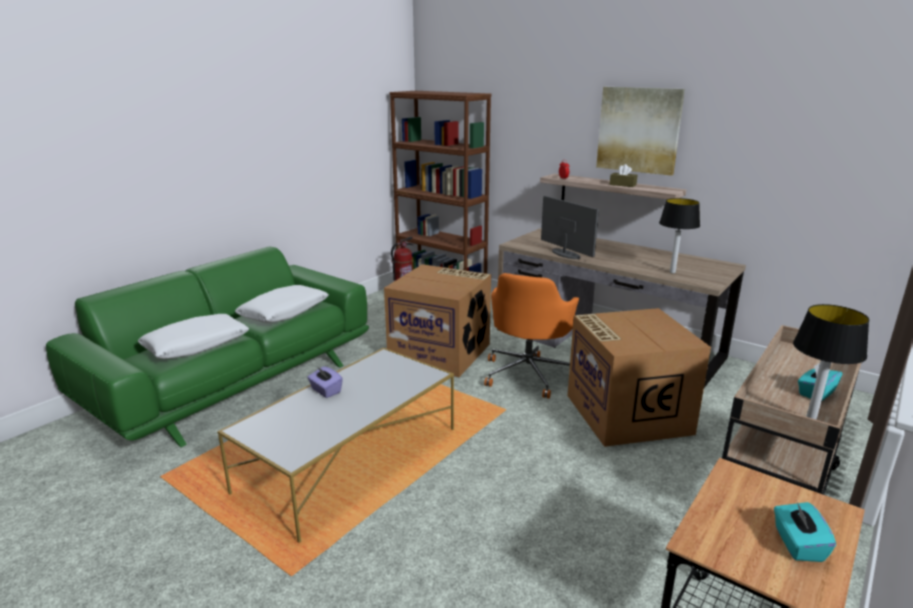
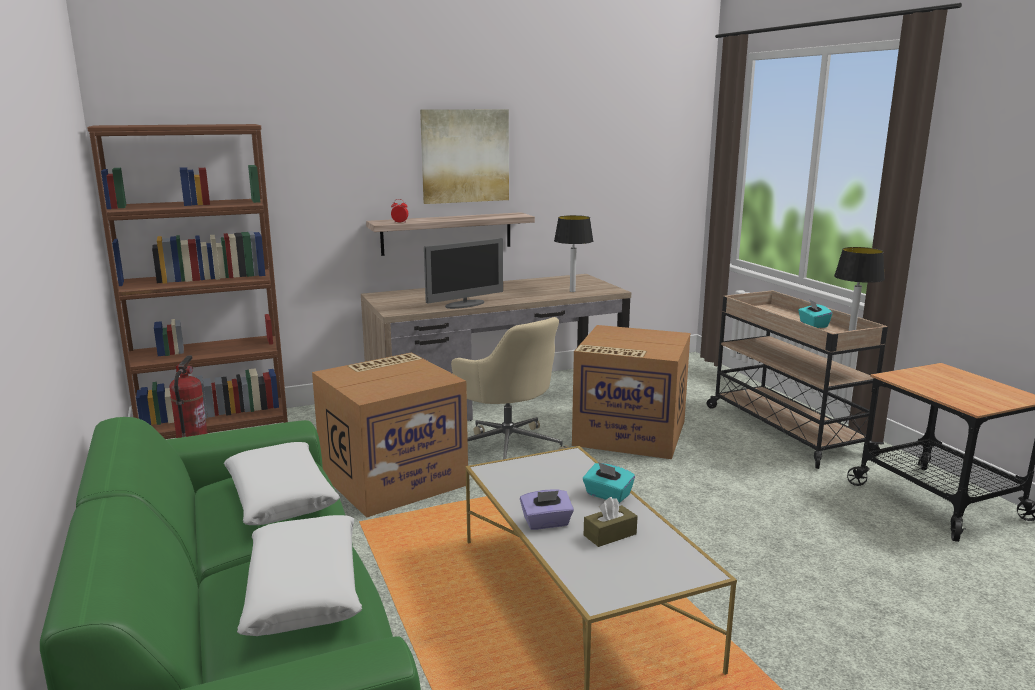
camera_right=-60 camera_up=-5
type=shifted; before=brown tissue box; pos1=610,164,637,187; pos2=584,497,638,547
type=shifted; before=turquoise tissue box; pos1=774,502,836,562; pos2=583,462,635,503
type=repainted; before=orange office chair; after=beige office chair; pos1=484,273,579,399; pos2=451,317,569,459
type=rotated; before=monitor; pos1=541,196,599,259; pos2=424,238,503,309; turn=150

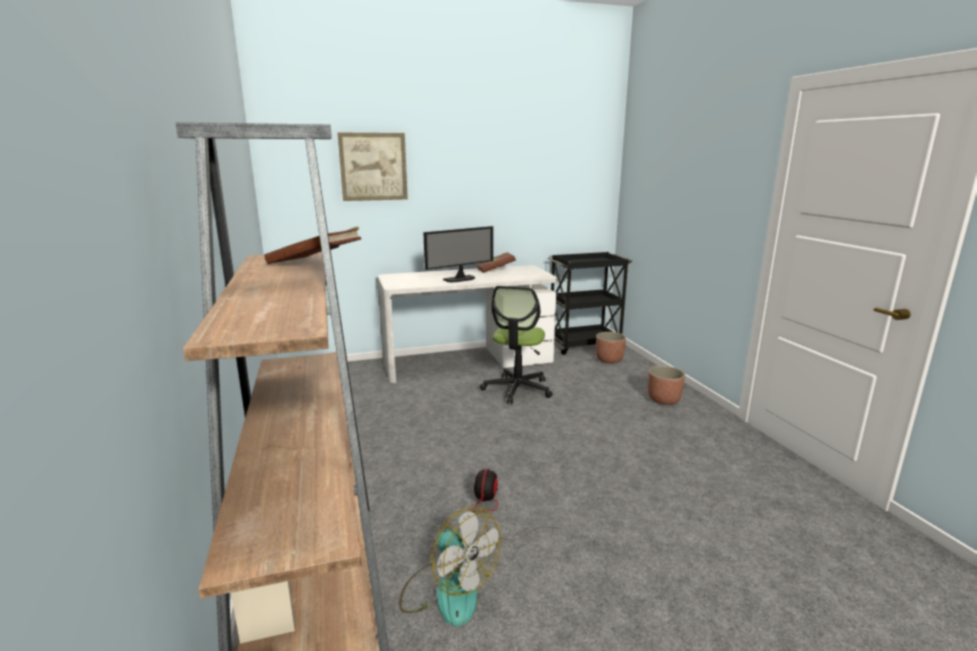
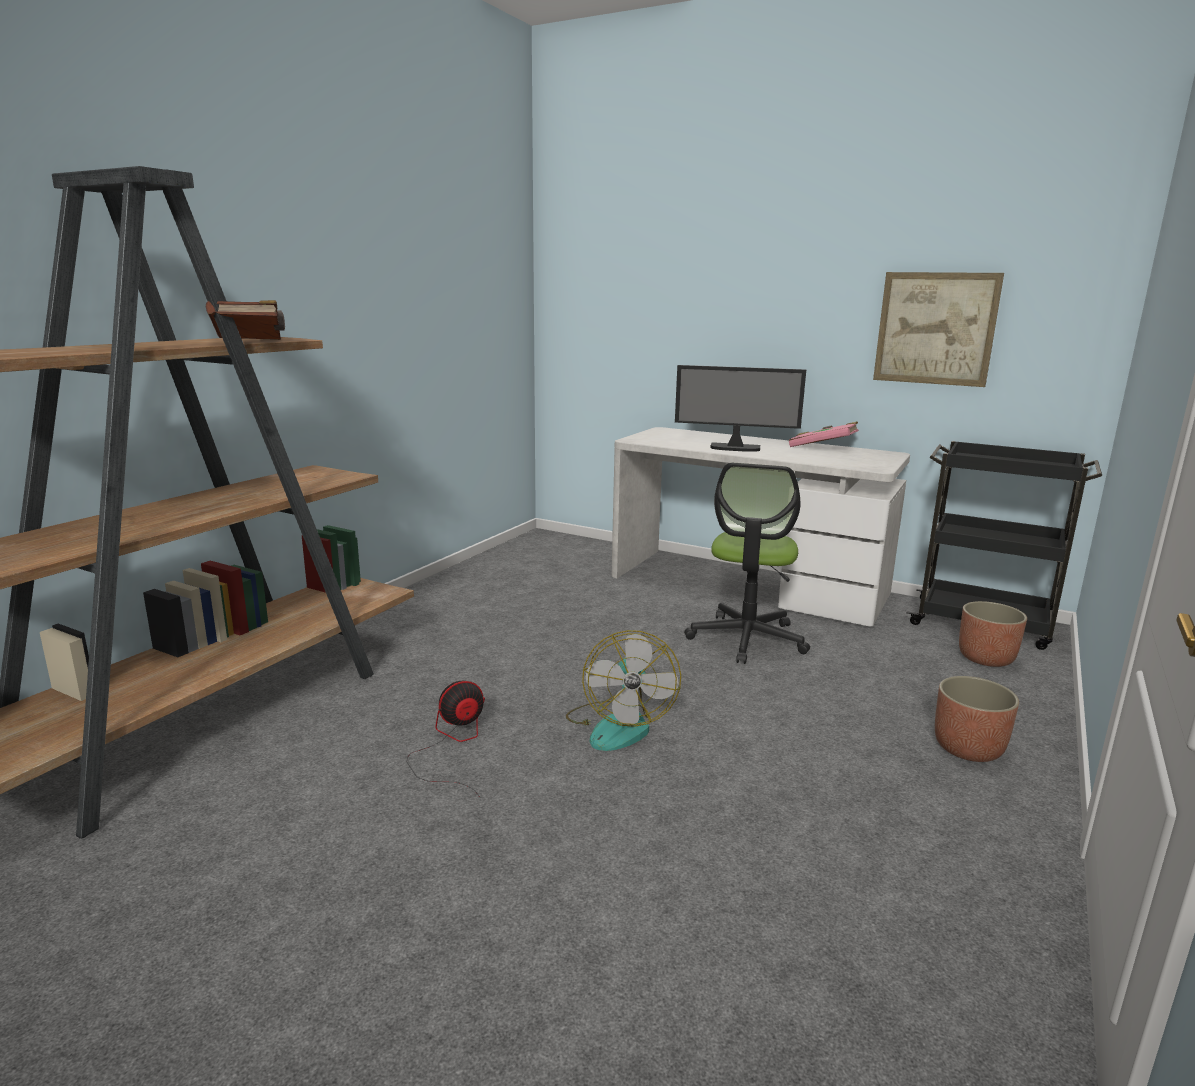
camera_right=45 camera_up=0
type=shifted; before=picture; pos1=338,132,408,201; pos2=873,272,1004,387
type=shifted; before=fan; pos1=399,506,501,626; pos2=566,630,681,751
type=repainted; before=brown book; after=pink book; pos1=476,252,516,273; pos2=789,421,859,447
type=rotated; before=office chair; pos1=480,286,553,404; pos2=684,463,810,664; turn=-45

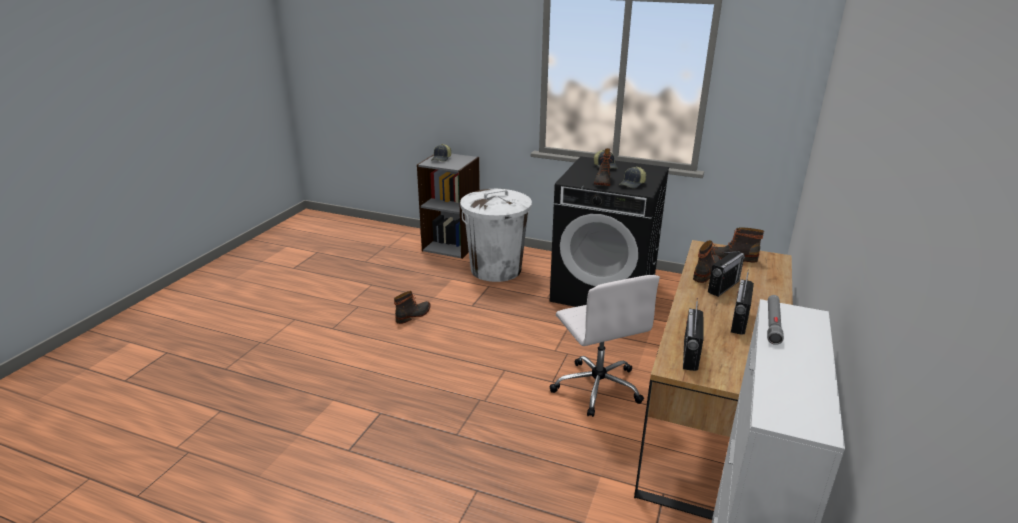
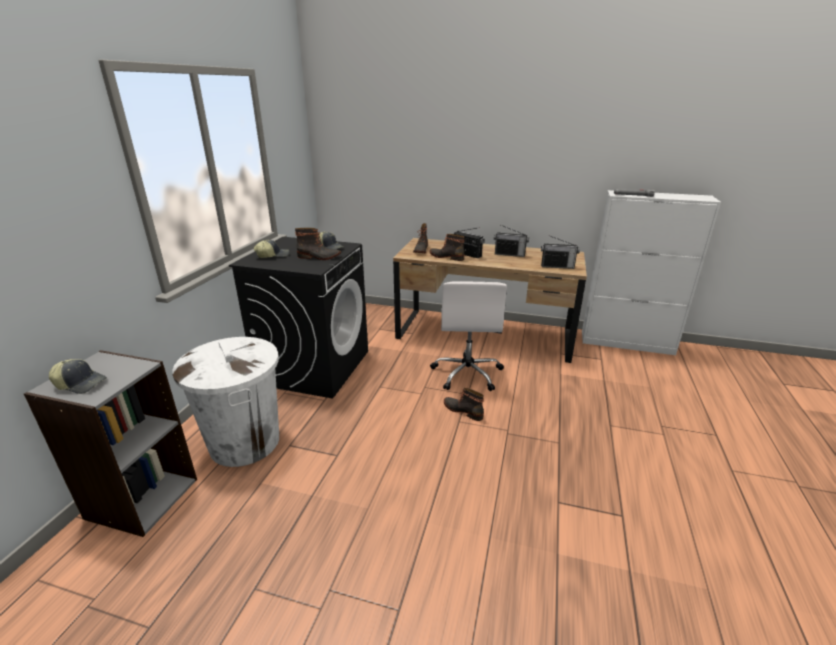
camera_right=-95 camera_up=0
type=shifted; before=boot; pos1=394,291,431,324; pos2=444,388,484,421
type=rotated; before=white office chair; pos1=549,275,660,417; pos2=430,281,507,391; turn=120

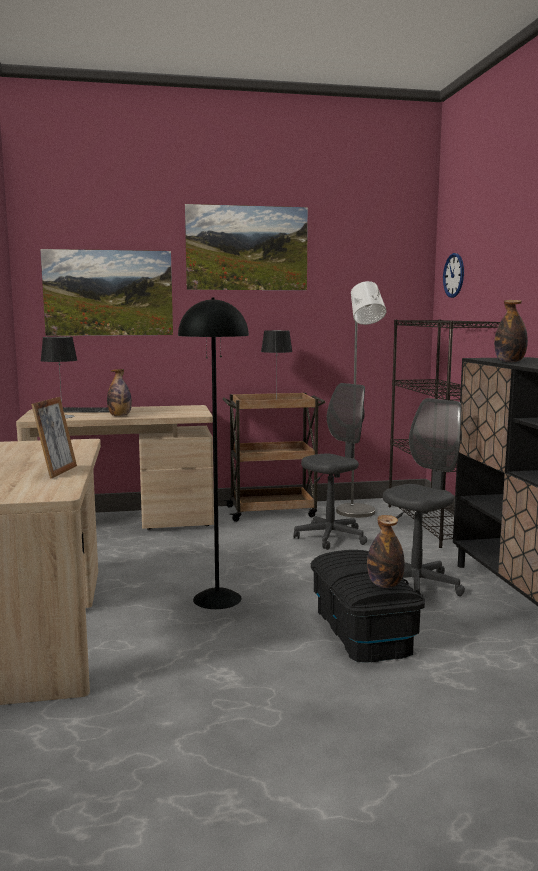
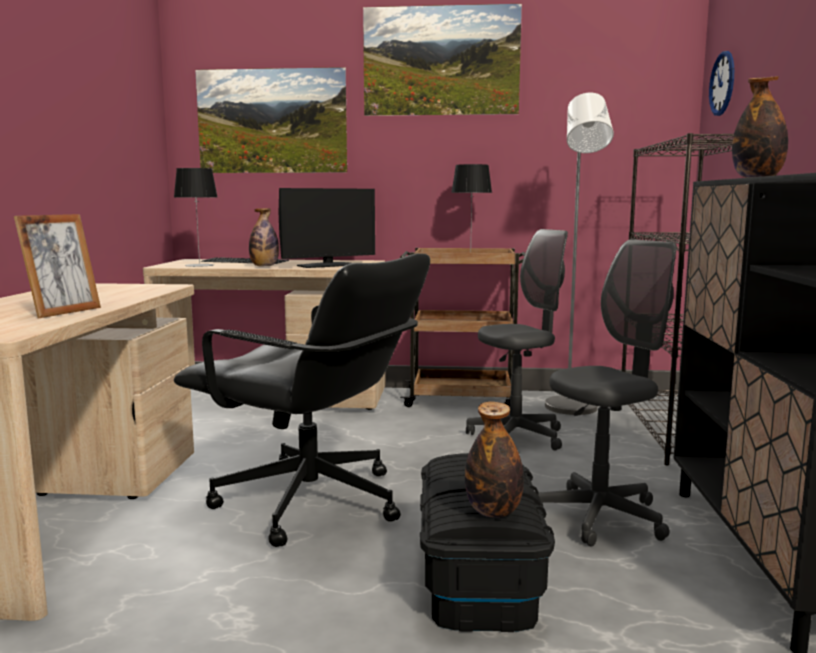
camera_right=15 camera_up=0
type=new; after=monitor; pos2=279,188,375,268
type=swapped; before=black floor lamp; after=black office chair; pos1=178,297,249,609; pos2=174,253,430,547

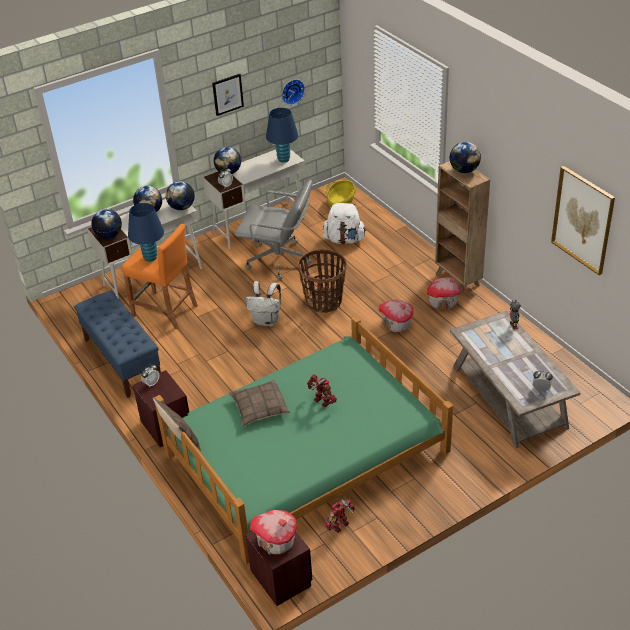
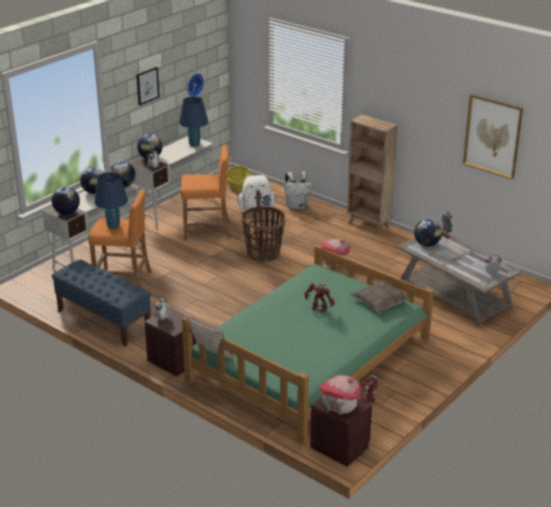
camera_right=-20 camera_up=-10
type=gone; before=toy house; pos1=427,278,461,310
type=shifted; before=pillow; pos1=229,379,290,426; pos2=350,280,411,313
type=shifted; before=white backpack; pos1=246,281,281,326; pos2=285,171,313,209
type=shifted; before=globe; pos1=449,142,481,173; pos2=414,219,442,247
type=swapped; before=grey office chair; after=orange stool; pos1=235,180,313,280; pos2=181,144,230,240

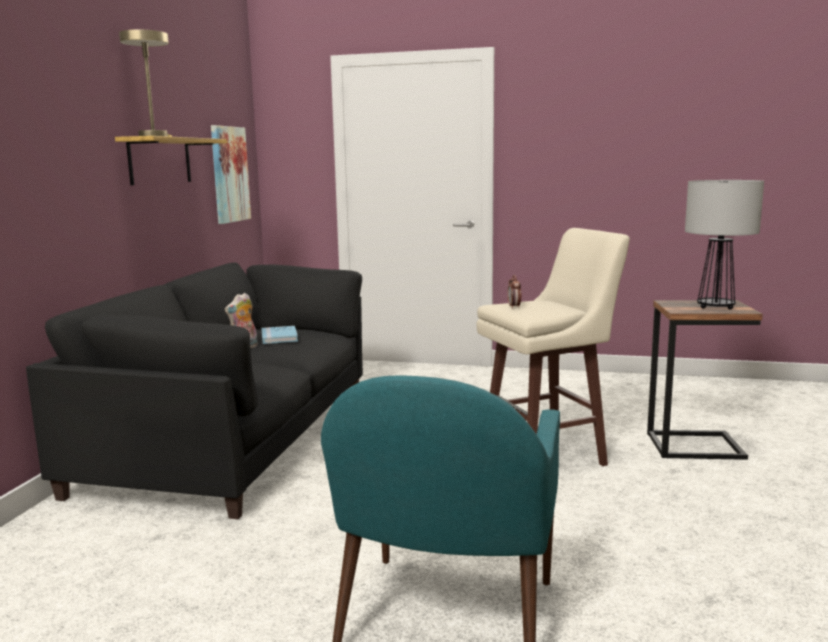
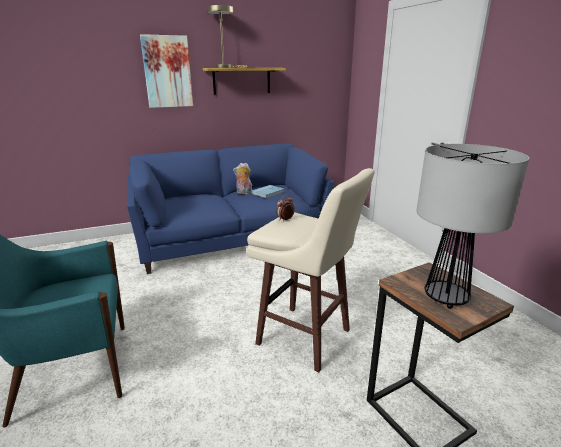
camera_right=55 camera_up=10
type=shifted; before=picture; pos1=211,125,251,224; pos2=140,34,193,108
type=repainted; before=black sofa; after=blue sofa; pos1=26,262,363,519; pos2=127,143,334,274

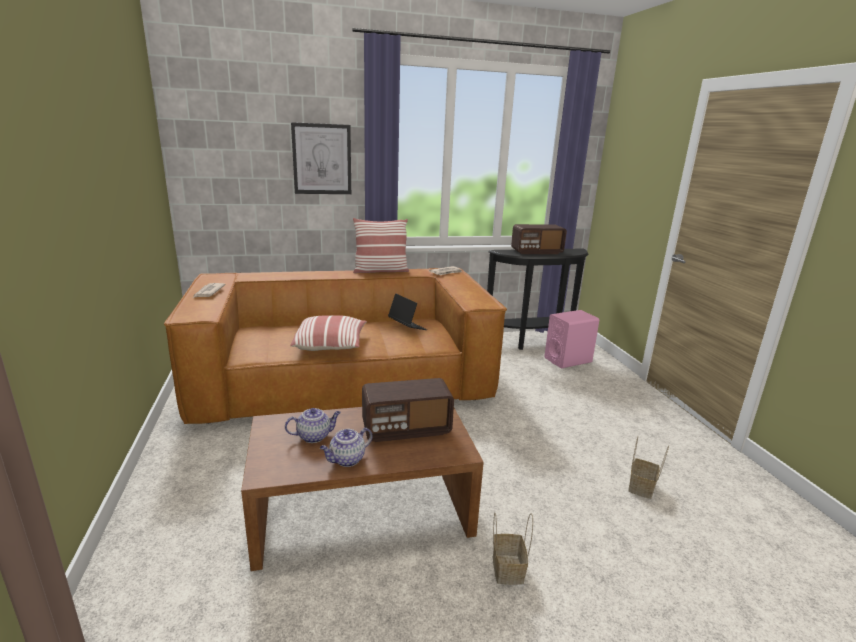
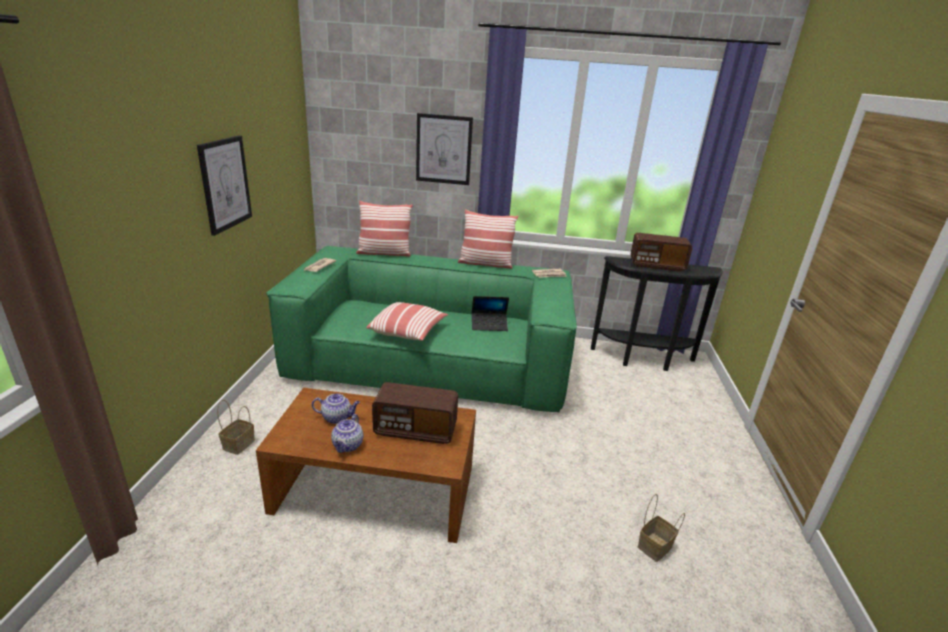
camera_right=20 camera_up=5
type=gone; before=pink speaker; pos1=544,310,599,368
type=new; after=picture; pos2=197,136,252,236
type=new; after=pillow; pos2=356,200,413,257
type=shifted; before=basket; pos1=493,513,533,585; pos2=217,400,255,455
type=repainted; before=brown sofa; after=green sofa; pos1=164,268,507,424; pos2=266,246,577,412
type=rotated; before=teapot; pos1=320,428,372,467; pos2=331,414,363,453; turn=-60
type=rotated; before=laptop; pos1=388,293,427,330; pos2=472,296,509,331; turn=105

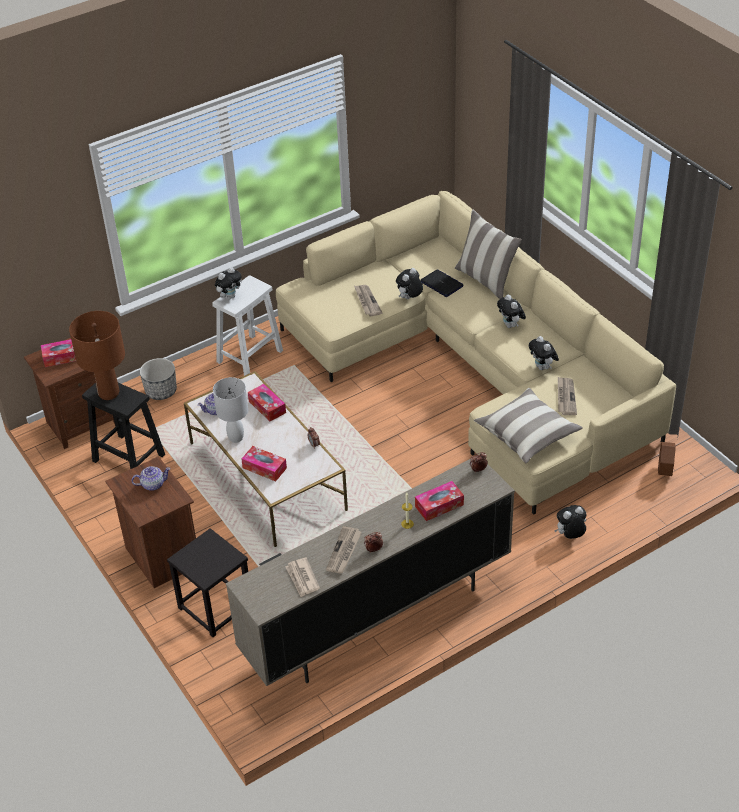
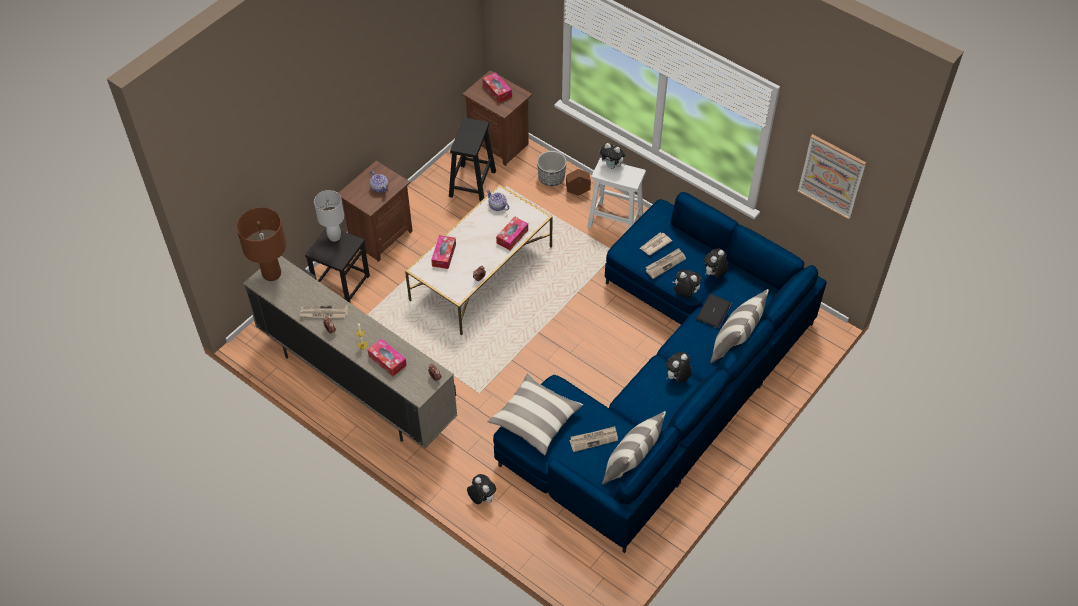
camera_right=70 camera_up=10
type=new; after=pillow; pos2=602,411,666,485
type=new; after=picture; pos2=797,134,867,220
type=shifted; before=brown table lamp; pos1=69,311,125,400; pos2=236,207,286,281
type=shifted; before=white table lamp; pos1=213,377,248,443; pos2=314,190,344,242
type=shifted; before=newspaper; pos1=286,557,320,597; pos2=639,232,672,255
type=shifted; before=plush toy; pos1=529,336,559,370; pos2=704,248,728,277
type=shifted; before=brown planter; pos1=658,442,676,476; pos2=566,169,591,196
type=repainted; before=beige sofa; after=blue sofa; pos1=276,191,676,514; pos2=493,192,827,553

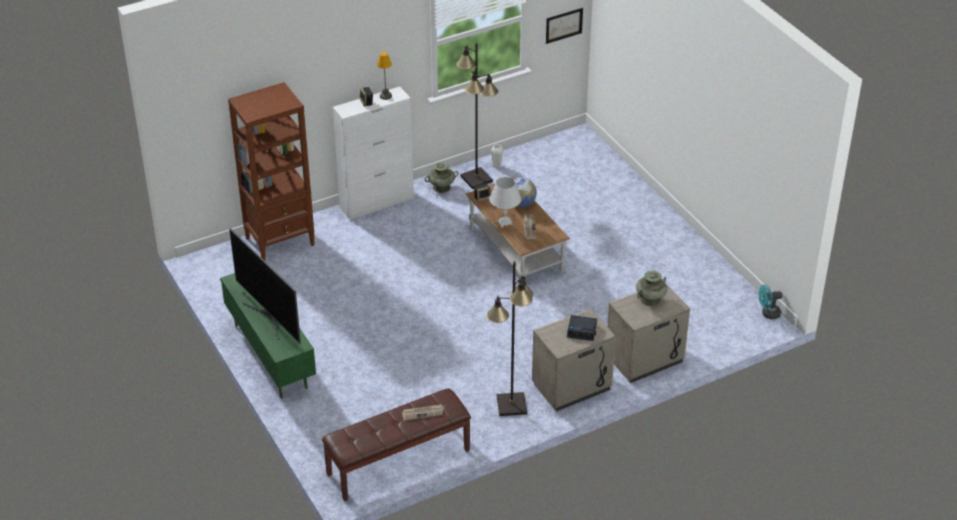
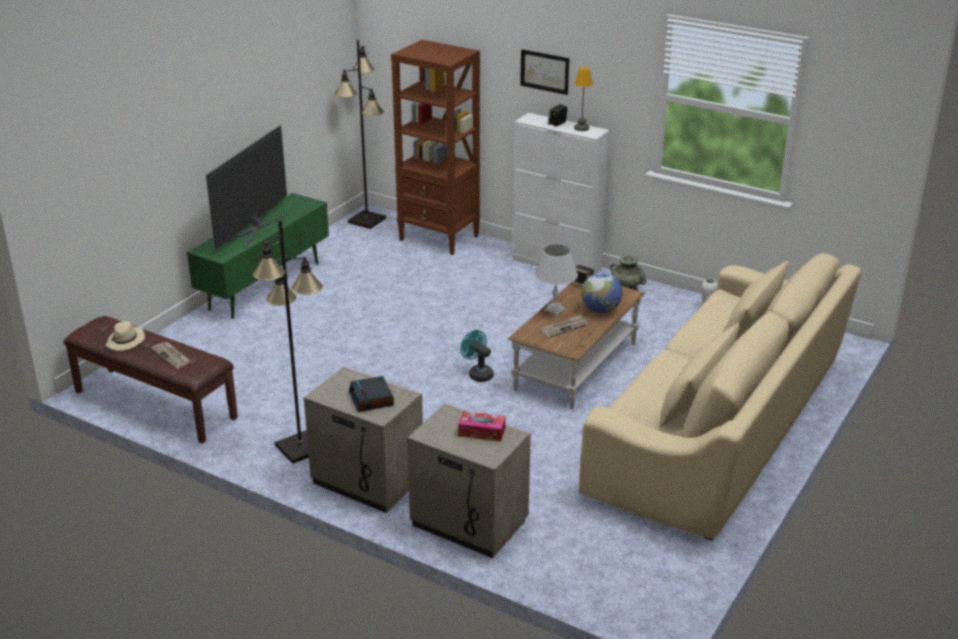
camera_right=60 camera_up=-10
type=new; after=beige hat; pos2=106,321,145,351
type=new; after=beige sofa; pos2=579,253,861,541
type=shifted; before=black floor lamp; pos1=456,43,498,189; pos2=334,40,386,229
type=shifted; before=picture; pos1=546,8,583,44; pos2=520,49,569,95
type=shifted; before=turquoise fan; pos1=758,285,783,319; pos2=460,330,494,382
type=swapped; before=turquoise vase; after=tissue box; pos1=636,271,667,306; pos2=458,411,506,442

